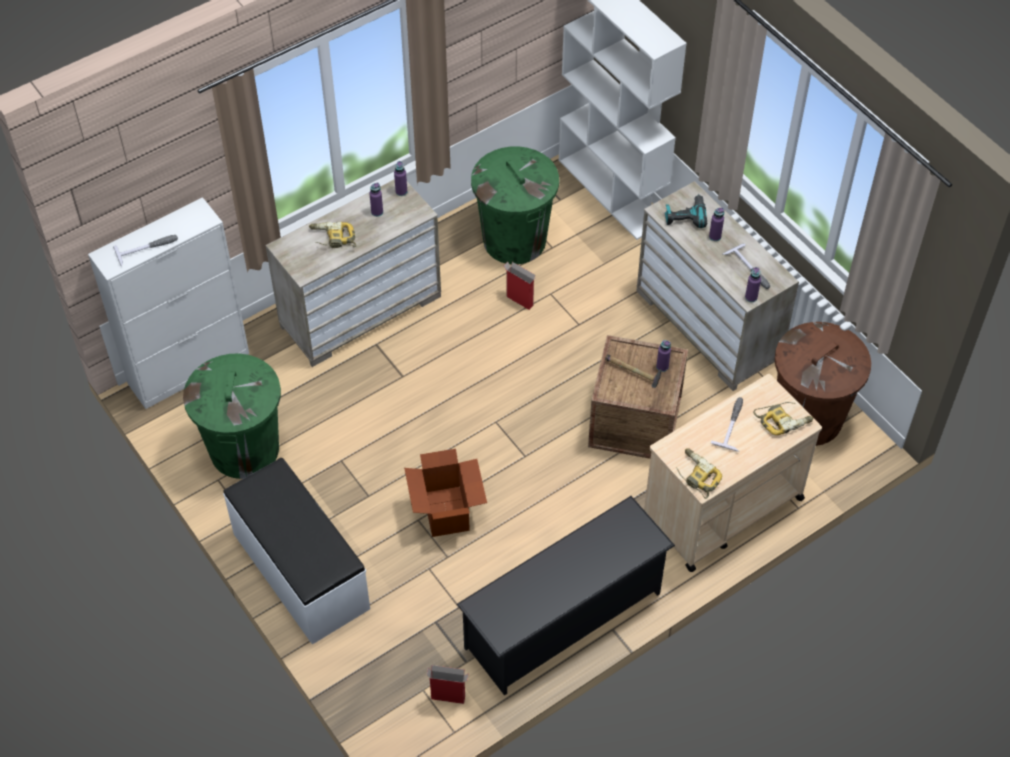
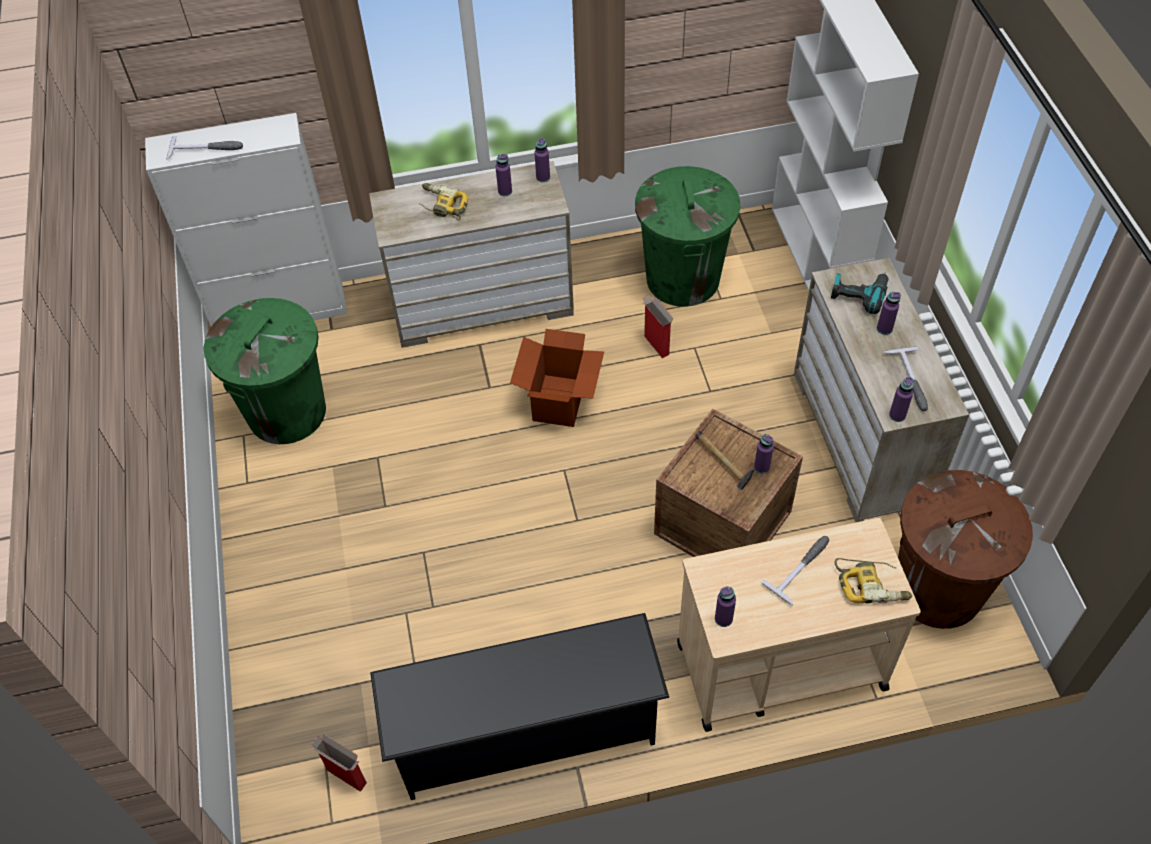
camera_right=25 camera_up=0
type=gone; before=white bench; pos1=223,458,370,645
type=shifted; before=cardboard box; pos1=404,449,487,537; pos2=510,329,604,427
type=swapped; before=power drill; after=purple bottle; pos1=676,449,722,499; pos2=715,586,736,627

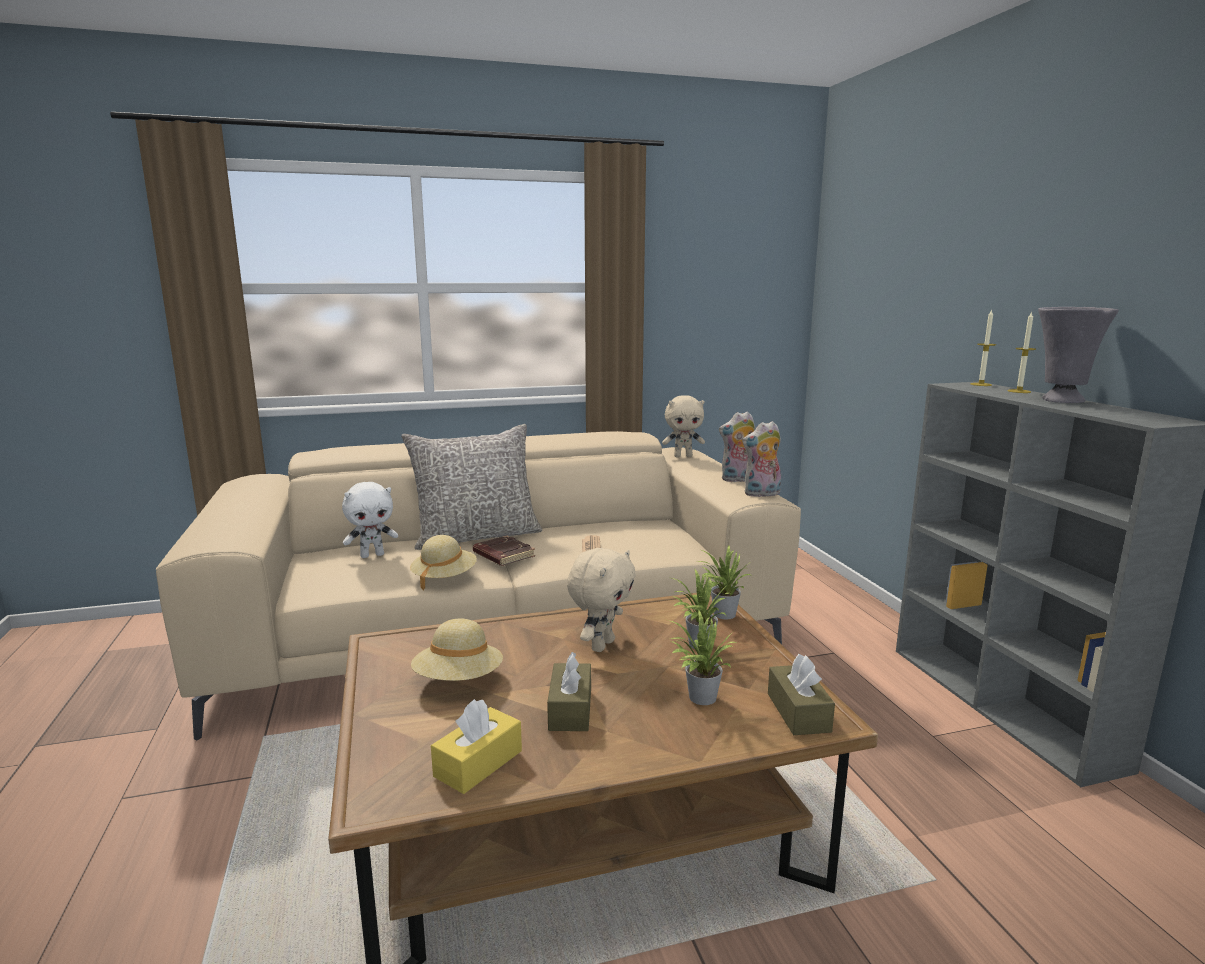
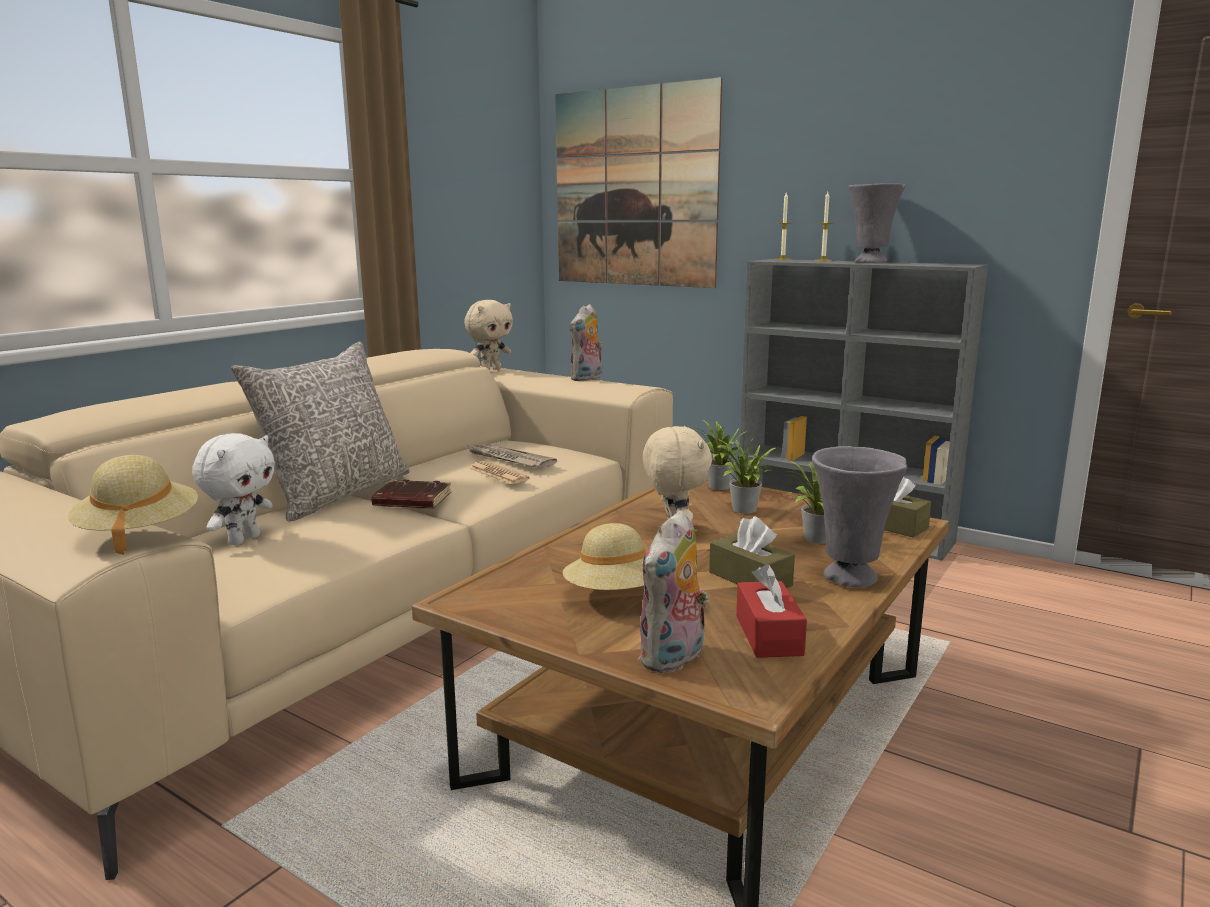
camera_right=-40 camera_up=0
type=new; after=newspaper; pos2=466,443,557,468
type=new; after=picture; pos2=555,77,722,288
type=new; after=grey vase; pos2=812,446,907,588
type=shifted; before=beige hat; pos1=410,535,477,590; pos2=68,455,198,555
type=shifted; before=plush toy; pos1=742,421,781,497; pos2=638,510,709,673
type=repainted; before=yellow tissue box; after=red tissue box; pos1=431,699,522,794; pos2=736,564,807,658

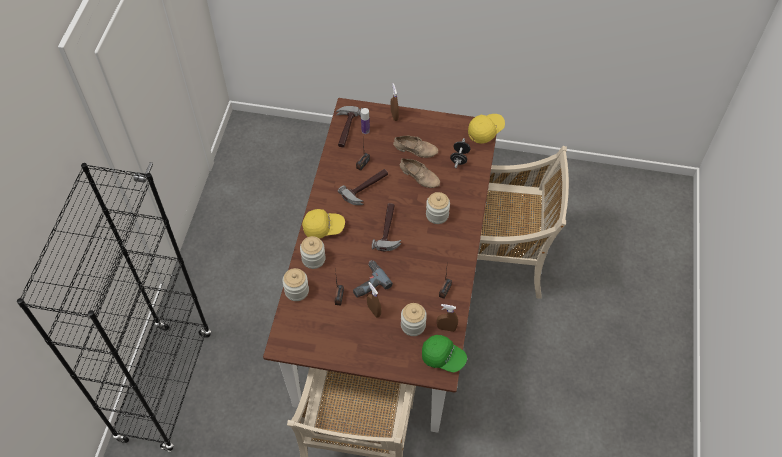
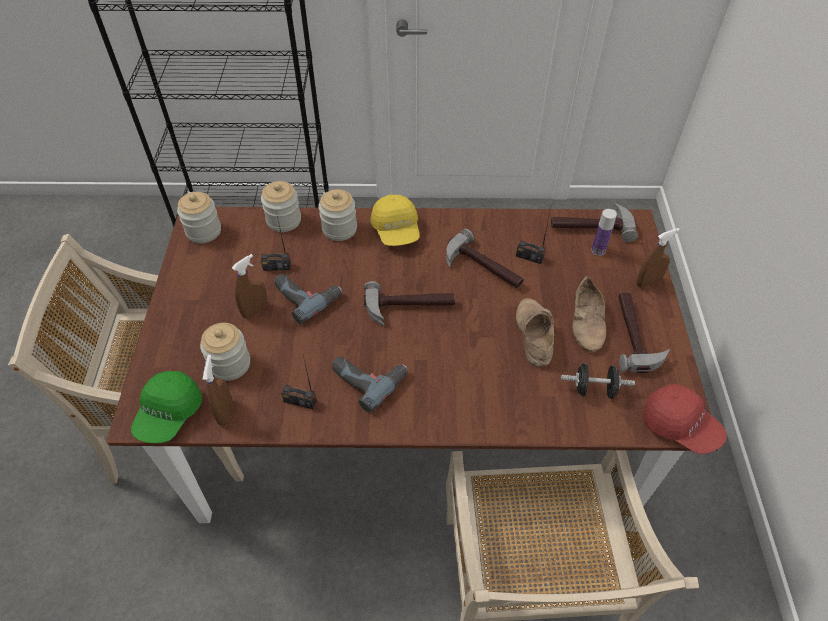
camera_right=80 camera_up=-5
type=new; after=power drill; pos2=331,356,407,413
type=new; after=hammer; pos2=618,292,670,373
type=shifted; before=jar; pos1=426,192,450,224; pos2=177,192,221,243
type=repainted; before=yellow cap; after=red cap; pos1=468,114,505,144; pos2=643,384,727,454
type=rotated; before=beige shoe; pos1=399,158,440,188; pos2=516,298,554,367; turn=150

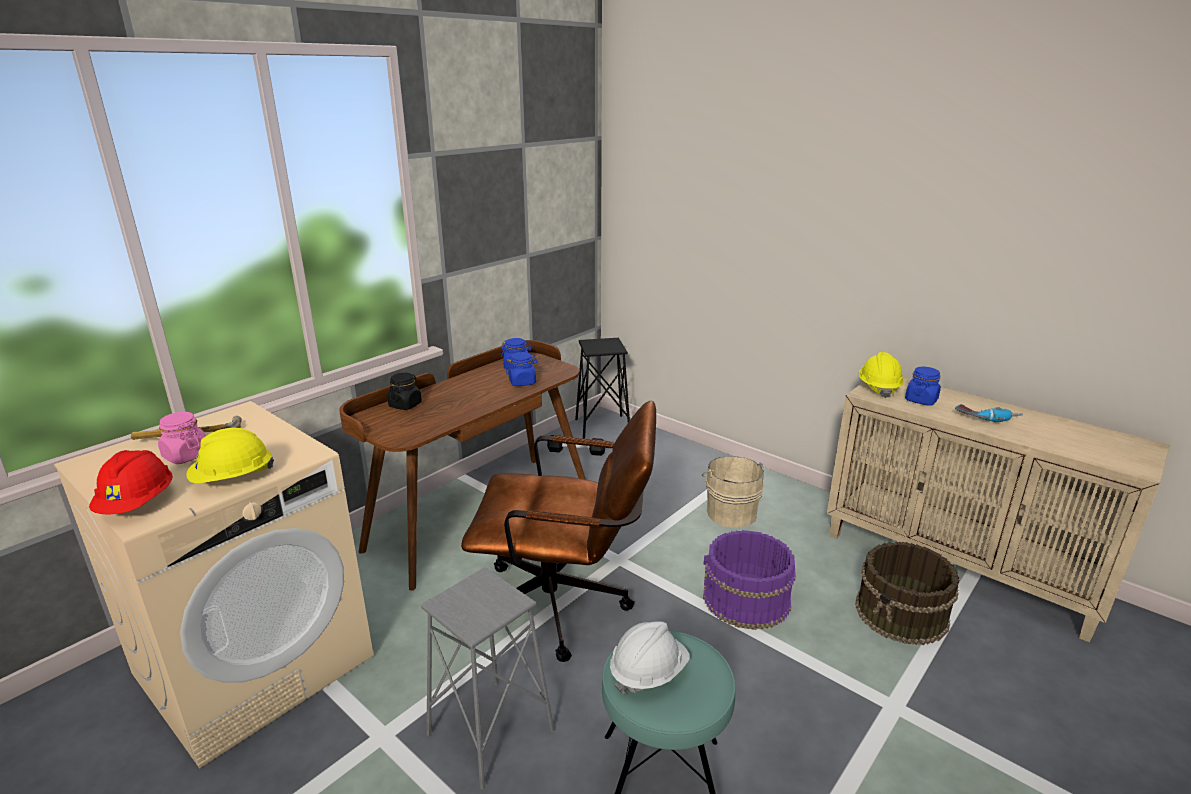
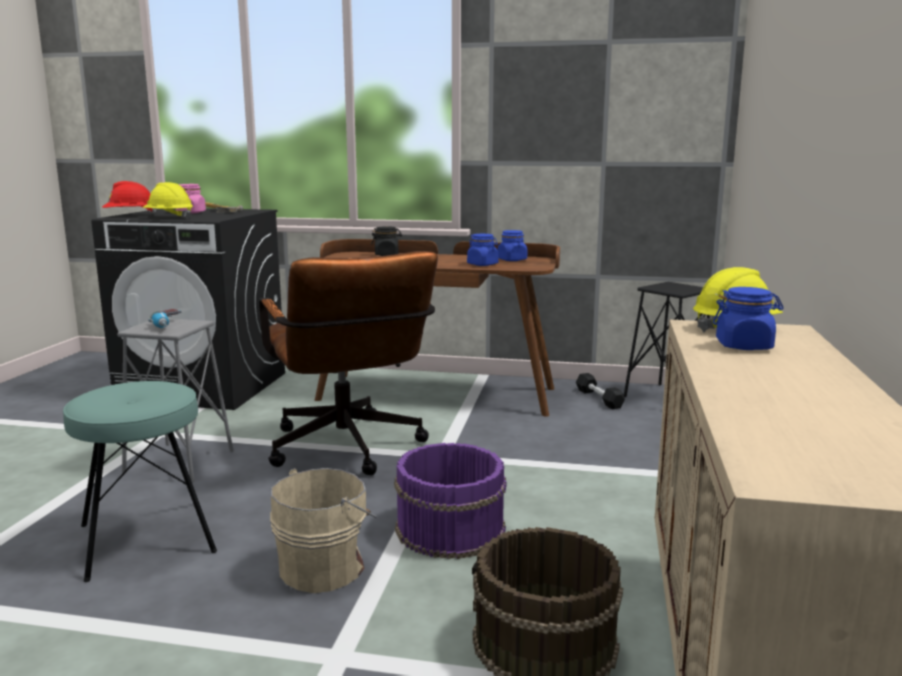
camera_right=60 camera_up=-10
type=gone; before=white hard hat; pos1=610,621,690,695
type=shifted; before=beige bucket; pos1=702,456,764,528; pos2=270,468,377,593
type=shifted; before=power drill; pos1=955,404,1023,423; pos2=148,309,182,328
type=repainted; before=beige washing machine; after=black washing machine; pos1=54,401,373,768; pos2=91,208,285,410

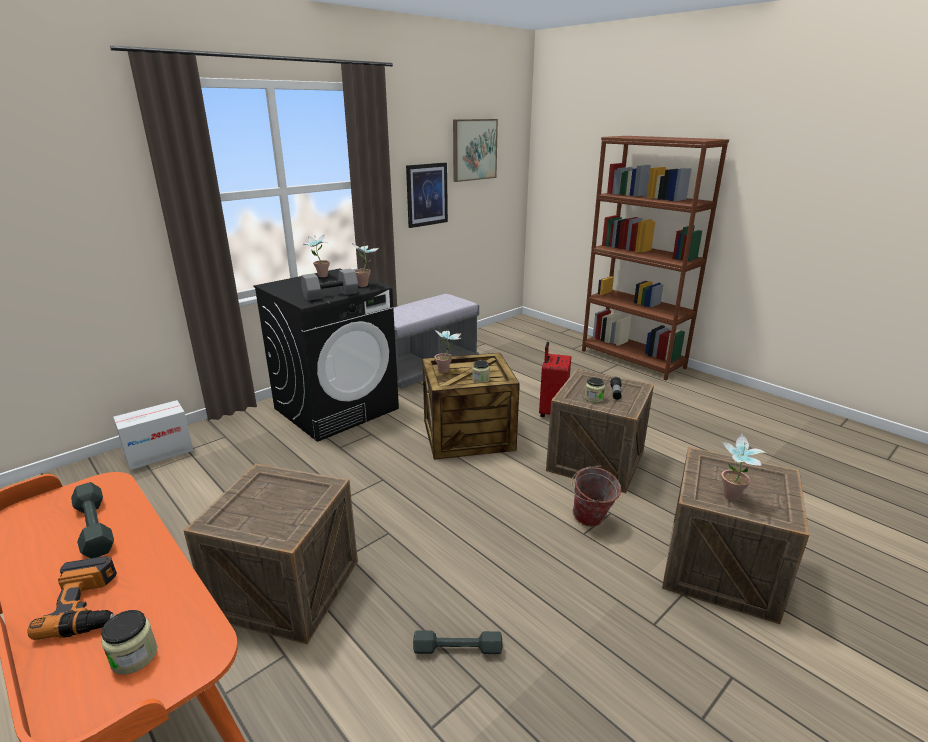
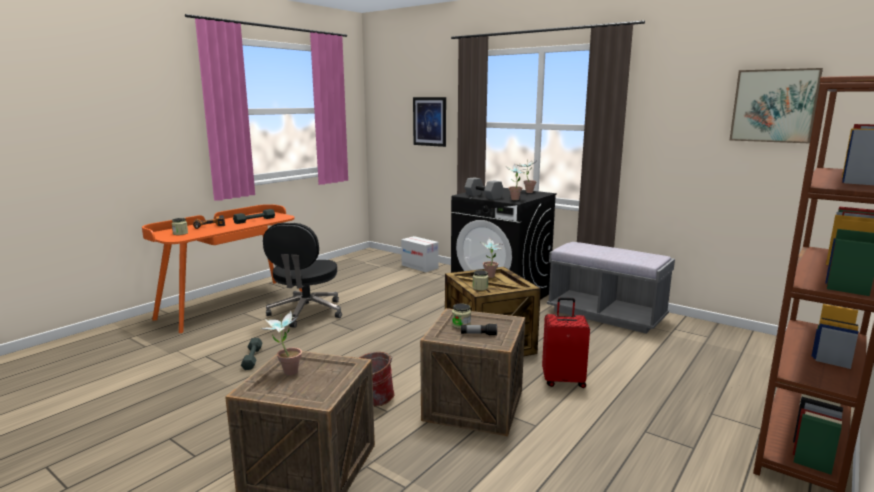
camera_right=80 camera_up=-10
type=shifted; before=picture; pos1=406,162,448,228; pos2=413,97,446,147
type=swapped; before=crate; after=black office chair; pos1=183,464,358,644; pos2=263,223,342,328

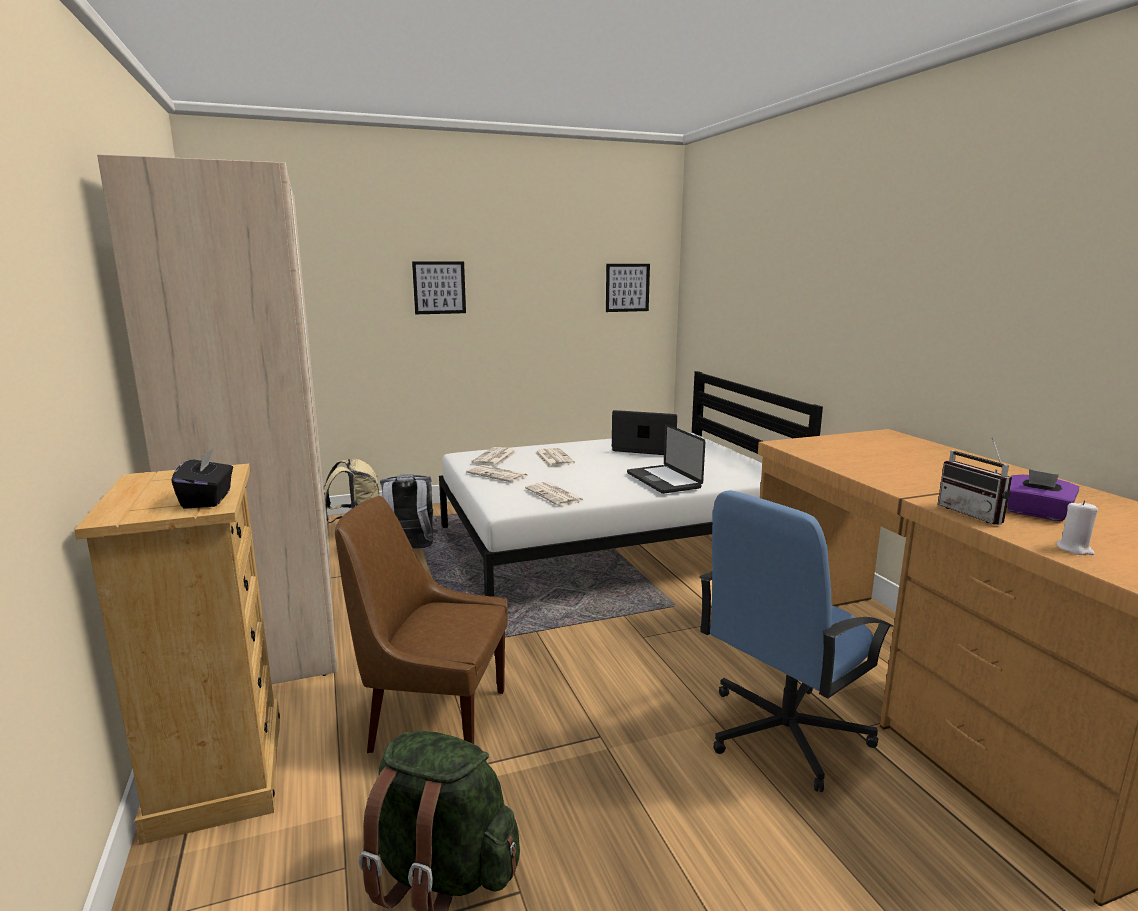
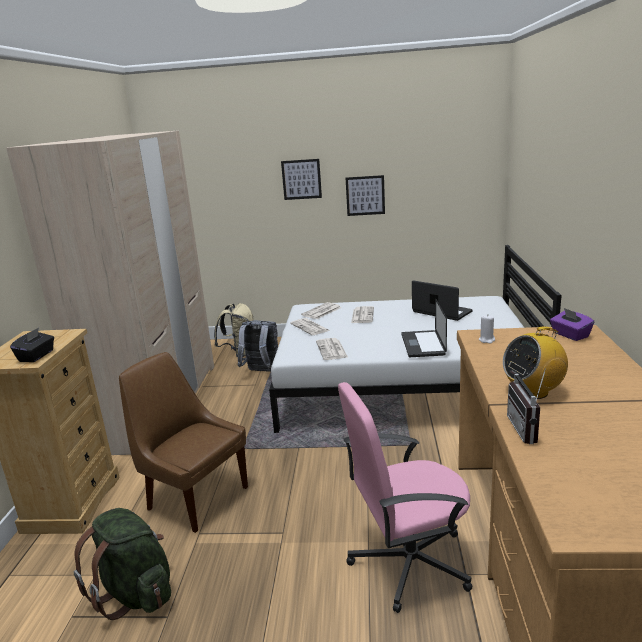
camera_right=25 camera_up=5
type=new; after=radio; pos2=503,326,568,399
type=shifted; before=picture; pos1=606,264,650,312; pos2=346,175,385,216
type=shifted; before=purple tissue box; pos1=1007,469,1079,521; pos2=550,308,594,341
type=shifted; before=white candle; pos1=1057,500,1098,555; pos2=479,315,495,344
type=repainted; before=blue office chair; after=pink office chair; pos1=699,490,894,792; pos2=338,382,473,613

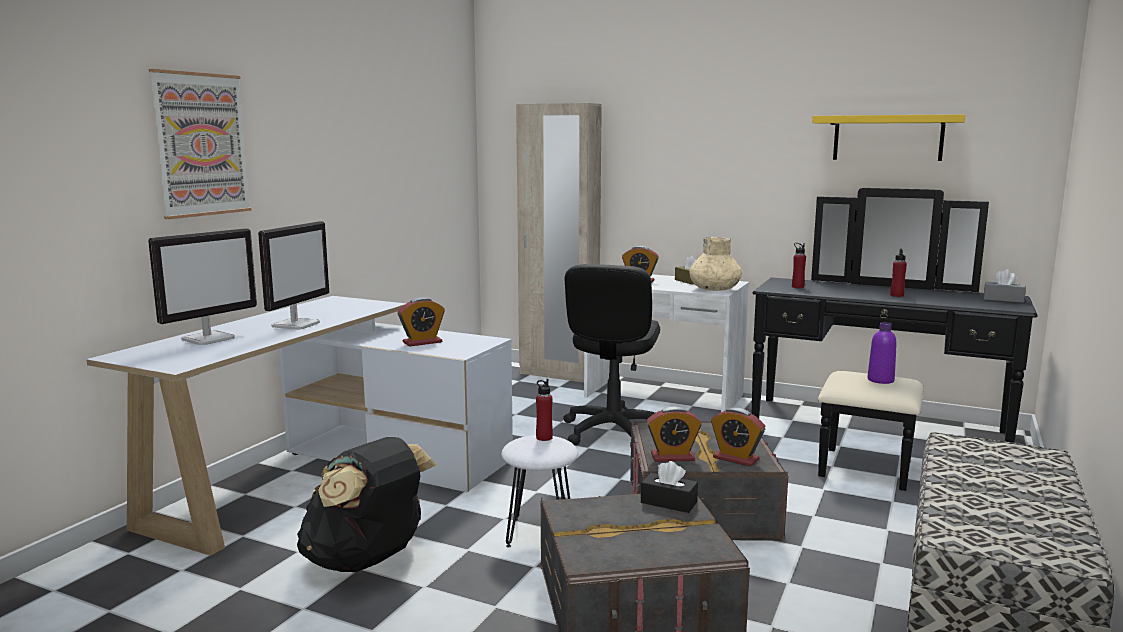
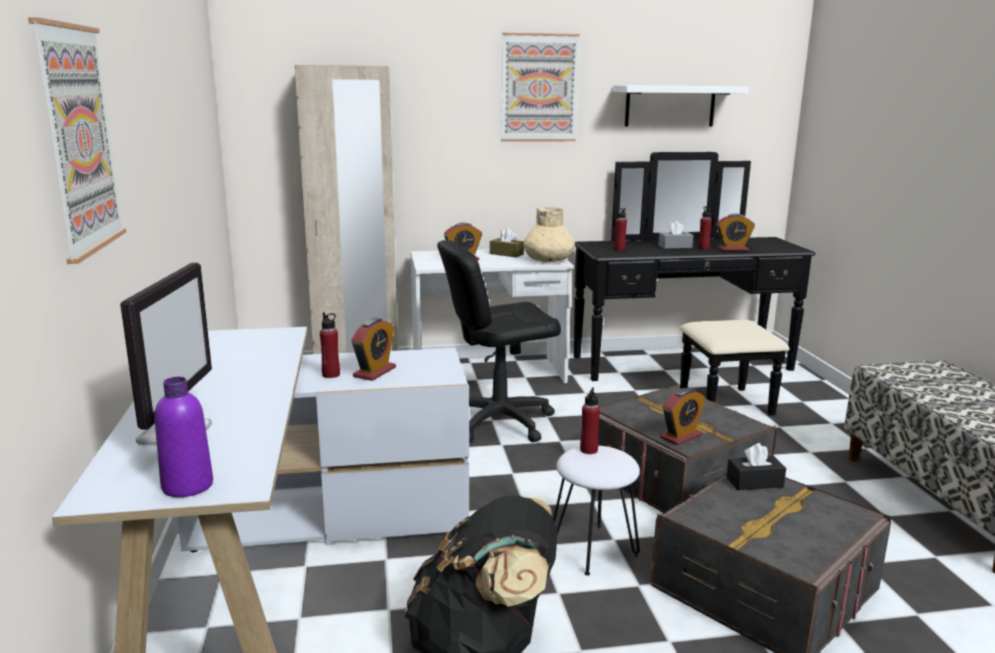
camera_right=-35 camera_up=5
type=gone; before=monitor; pos1=258,221,329,330
type=new; after=red bottle; pos2=320,312,340,378
type=new; after=picture; pos2=501,33,580,142
type=shifted; before=alarm clock; pos1=711,408,765,467; pos2=716,214,755,251
type=shifted; before=purple bottle; pos1=867,322,897,384; pos2=155,377,213,497
type=shifted; before=grey tissue box; pos1=984,269,1026,303; pos2=658,221,693,249
type=repainted; before=yellow shelf; after=white shelf; pos1=812,114,965,161; pos2=612,85,749,126
type=rotated; before=black office chair; pos1=563,264,660,447; pos2=437,240,561,443; turn=90

